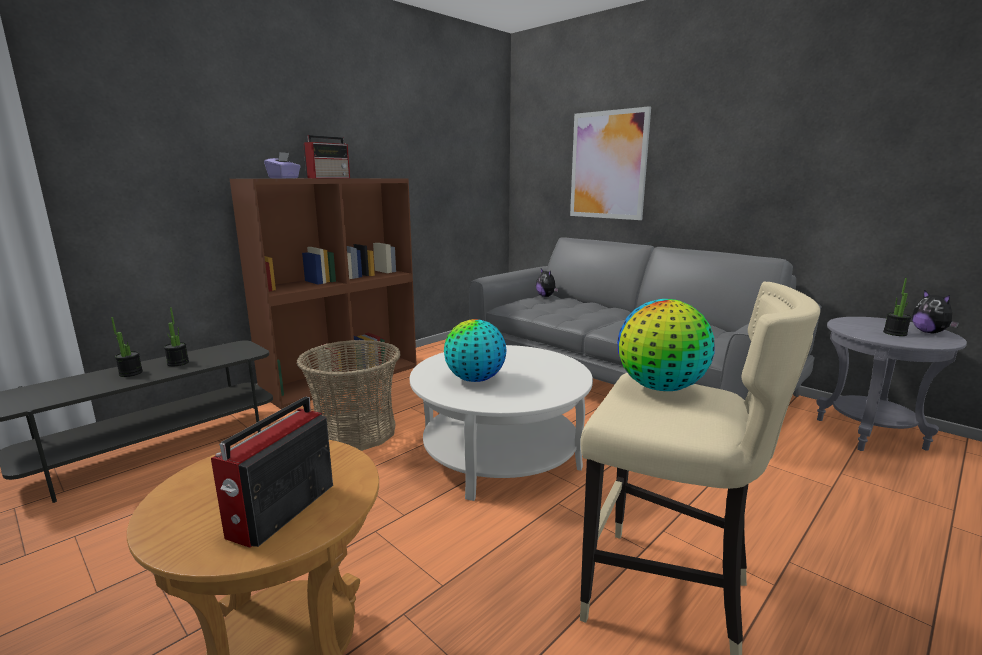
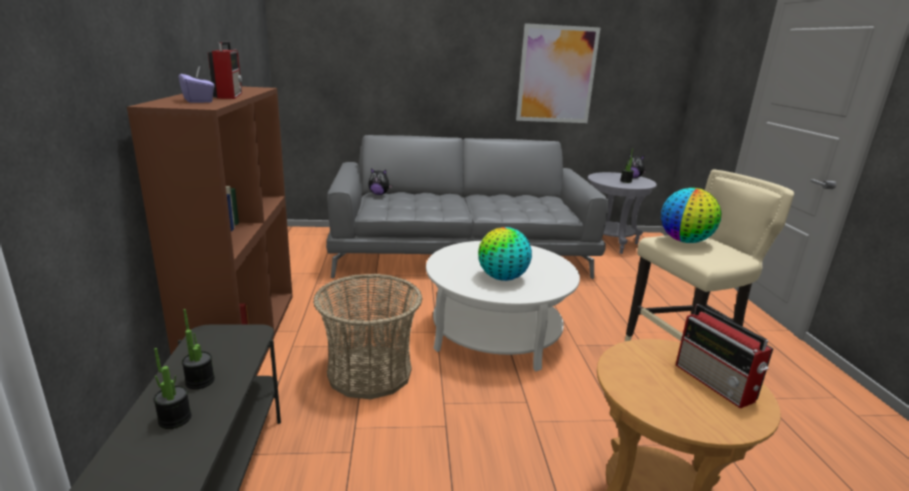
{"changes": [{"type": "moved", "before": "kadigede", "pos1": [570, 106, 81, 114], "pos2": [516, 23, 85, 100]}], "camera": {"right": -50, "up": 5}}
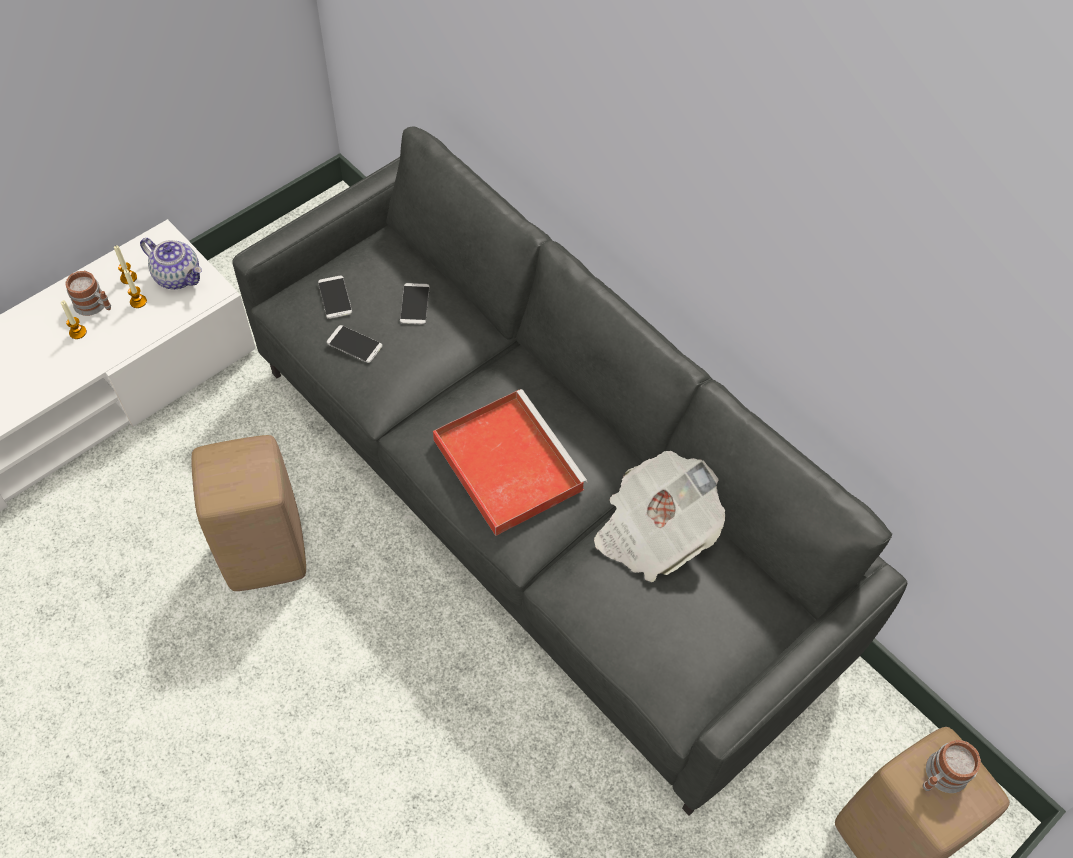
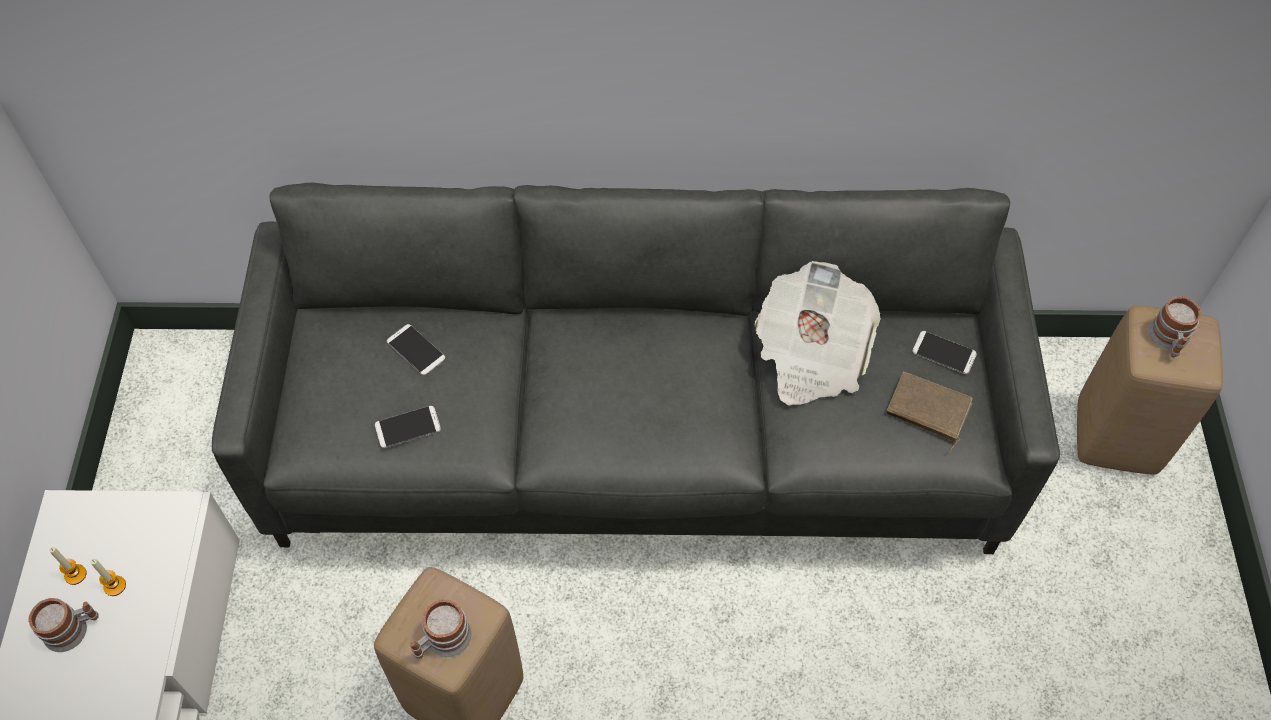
{"changes": [{"type": "removed", "before": "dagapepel", "pos1": [61, 300, 26, 39]}, {"type": "removed", "before": "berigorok", "pos1": [140, 238, 62, 51]}, {"type": "moved", "before": "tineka", "pos1": [318, 276, 34, 43], "pos2": [912, 331, 65, 43]}, {"type": "removed", "before": "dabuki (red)", "pos1": [433, 389, 155, 147]}, {"type": "added", "after": "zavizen", "pos2": [409, 599, 63, 59]}, {"type": "added", "after": "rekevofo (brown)", "pos2": [886, 372, 87, 80]}], "camera": {"right": -45, "up": 0}}
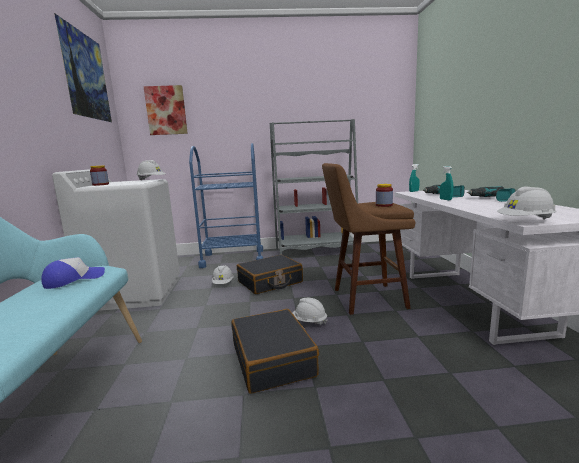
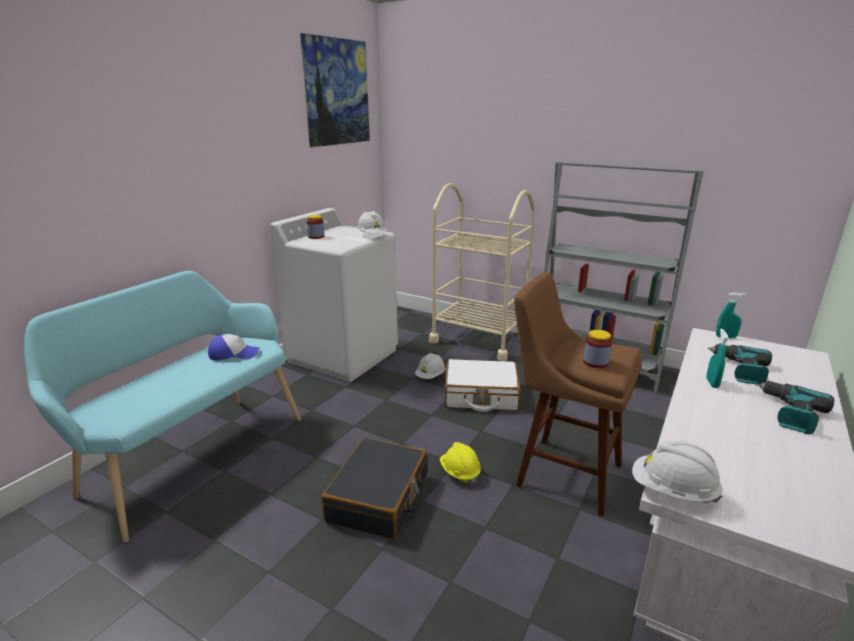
{"changes": [{"type": "removed", "before": "kadigede", "pos1": [143, 85, 45, 50]}, {"type": "recoloured", "before": "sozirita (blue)", "after": "sozirita (beige)", "pos1": [189, 143, 74, 125], "pos2": [429, 183, 106, 178]}, {"type": "recoloured", "before": "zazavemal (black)", "after": "zazavemal (white)", "pos1": [237, 255, 66, 39], "pos2": [445, 359, 76, 53]}, {"type": "recoloured", "before": "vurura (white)", "after": "vurura (yellow)", "pos1": [293, 298, 35, 26], "pos2": [440, 442, 41, 43]}], "camera": {"right": 35, "up": 10}}
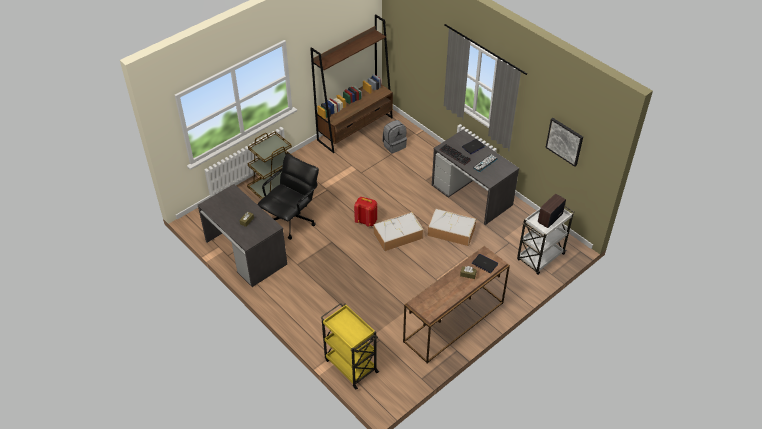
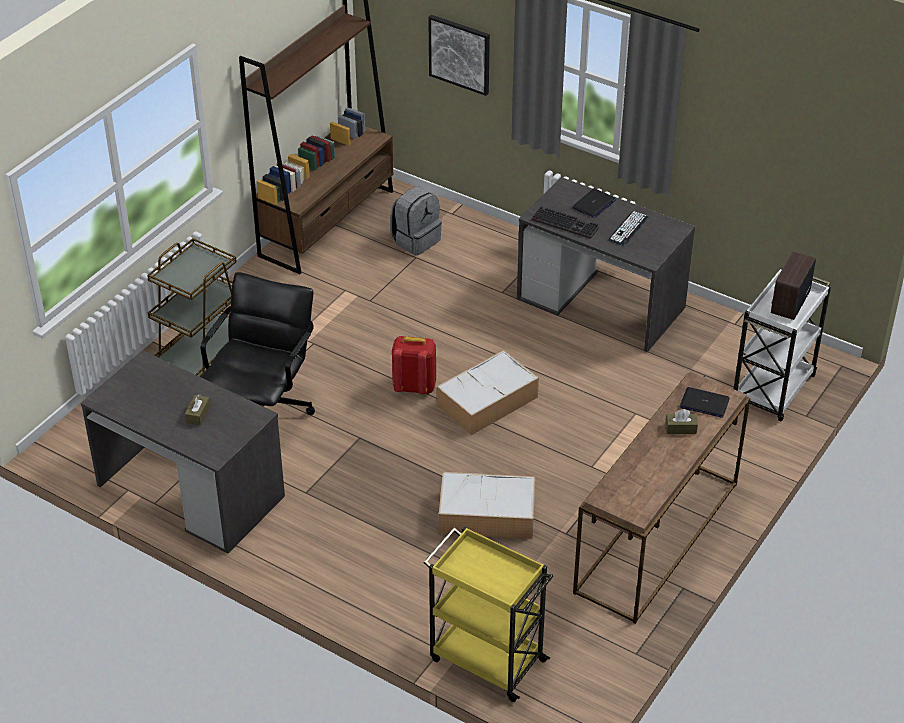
{"changes": [{"type": "moved", "before": "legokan", "pos1": [428, 209, 48, 37], "pos2": [439, 472, 96, 67]}, {"type": "moved", "before": "kadigede", "pos1": [545, 118, 38, 49], "pos2": [428, 15, 62, 81]}], "camera": {"right": -15, "up": -5}}
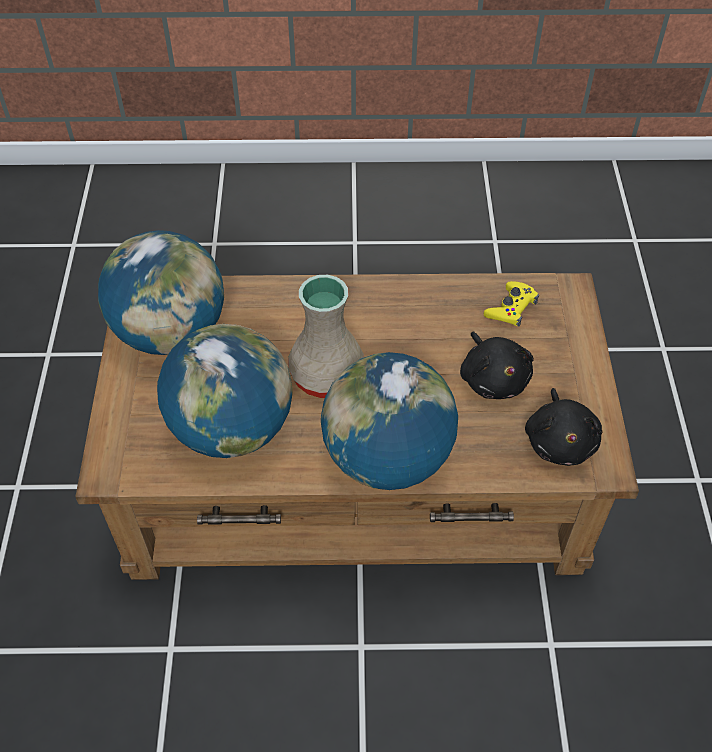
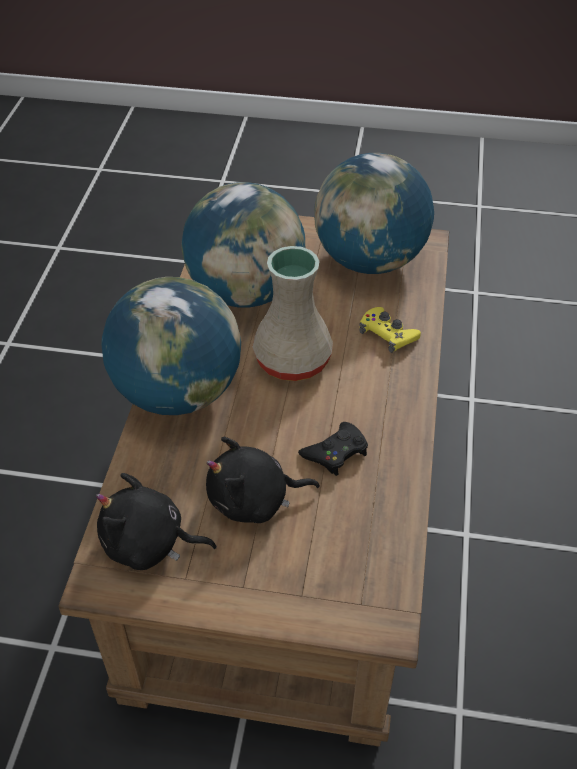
{"changes": [{"type": "moved", "before": "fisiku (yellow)", "pos1": [484, 281, 55, 46], "pos2": [359, 307, 62, 46]}, {"type": "added", "after": "fisiku (black)", "pos2": [298, 422, 70, 54]}], "camera": {"right": 100, "up": -5}}
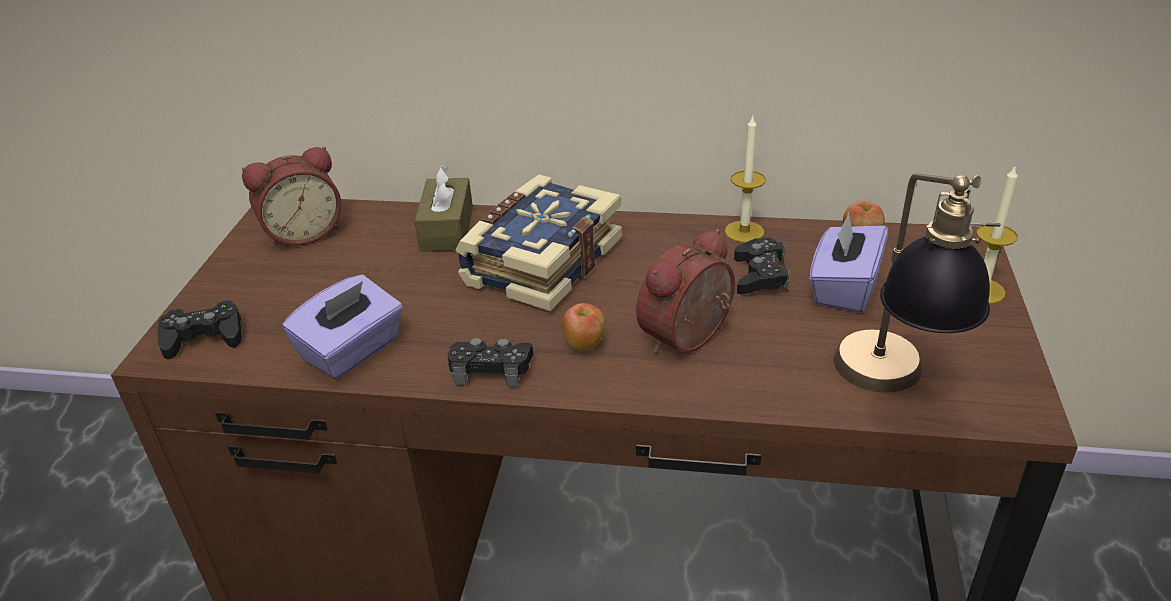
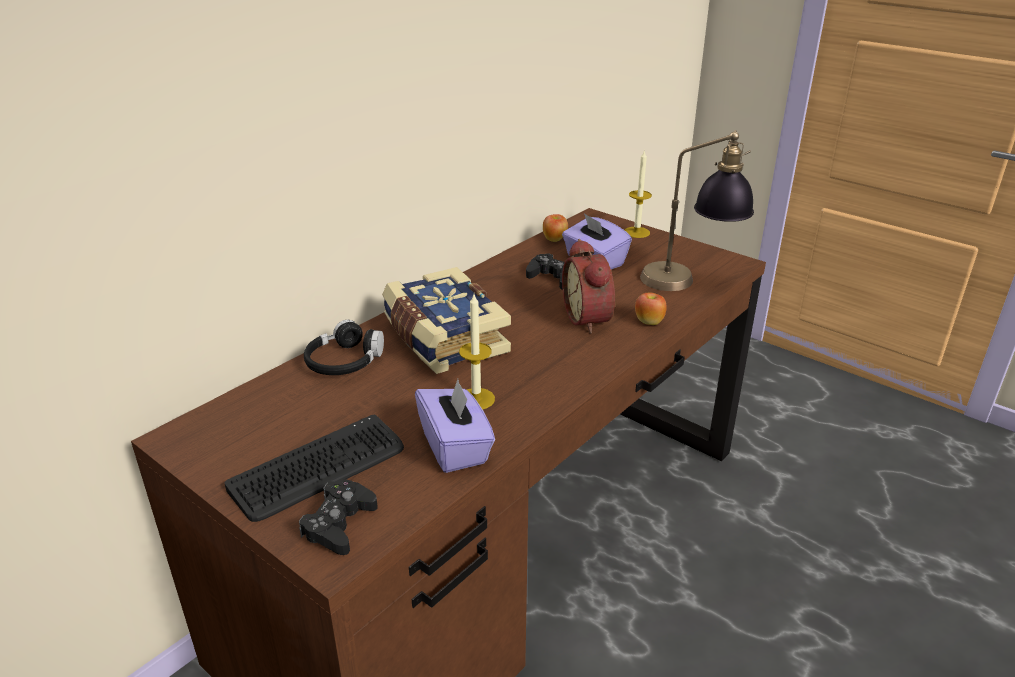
{"changes": [{"type": "removed", "before": "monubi", "pos1": [242, 146, 99, 101]}, {"type": "replaced", "before": "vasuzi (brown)", "after": "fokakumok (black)", "pos1": [414, 165, 59, 87], "pos2": [304, 320, 80, 55]}, {"type": "removed", "before": "fisiku (black)", "pos1": [448, 338, 85, 49]}, {"type": "moved", "before": "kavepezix", "pos1": [561, 303, 44, 48], "pos2": [635, 293, 32, 32]}, {"type": "moved", "before": "dagapepel", "pos1": [725, 116, 41, 127], "pos2": [459, 294, 36, 115]}, {"type": "added", "after": "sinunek", "pos2": [225, 415, 179, 107]}], "camera": {"right": -60, "up": -5}}
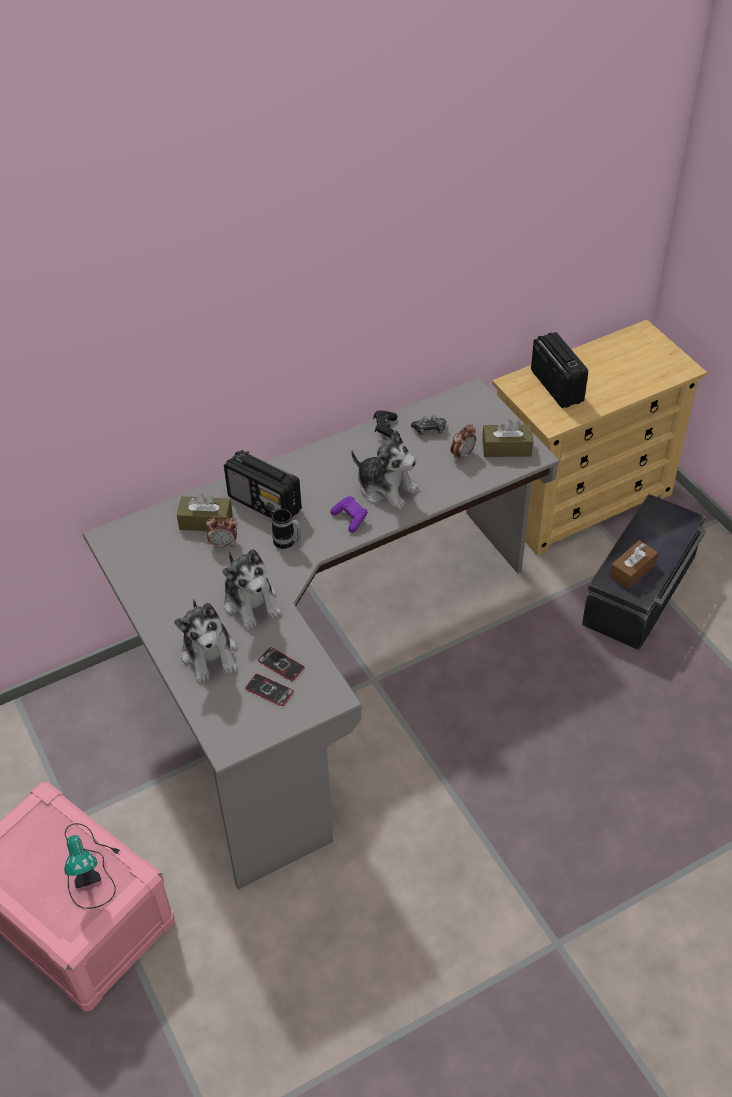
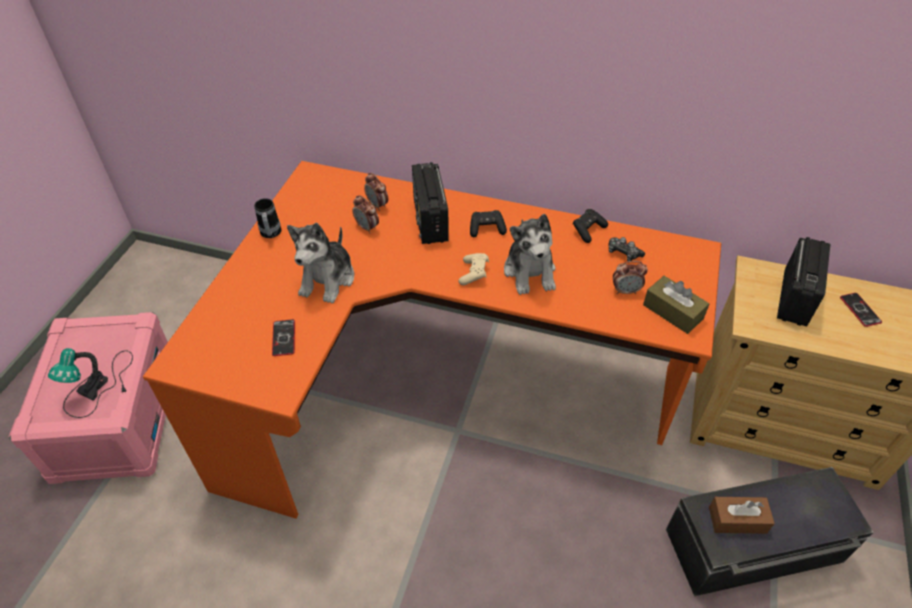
{"changes": [{"type": "recoloured", "before": "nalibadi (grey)", "after": "nalibadi (orange)", "pos1": [83, 378, 477, 512], "pos2": [143, 161, 578, 357]}, {"type": "removed", "before": "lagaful", "pos1": [174, 599, 63, 84]}, {"type": "replaced", "before": "vasuzi (brown)", "after": "monubi", "pos1": [177, 493, 56, 38], "pos2": [364, 173, 24, 38]}, {"type": "moved", "before": "tineka", "pos1": [245, 674, 49, 32], "pos2": [840, 293, 42, 34]}, {"type": "moved", "before": "zavizen", "pos1": [272, 509, 29, 40], "pos2": [254, 198, 28, 40]}, {"type": "recoloured", "before": "fisiku (purple)", "after": "fisiku (beige)", "pos1": [330, 496, 38, 37], "pos2": [458, 253, 31, 32]}, {"type": "added", "after": "fisiku (black)", "pos2": [470, 210, 37, 27]}], "camera": {"right": 45, "up": 0}}
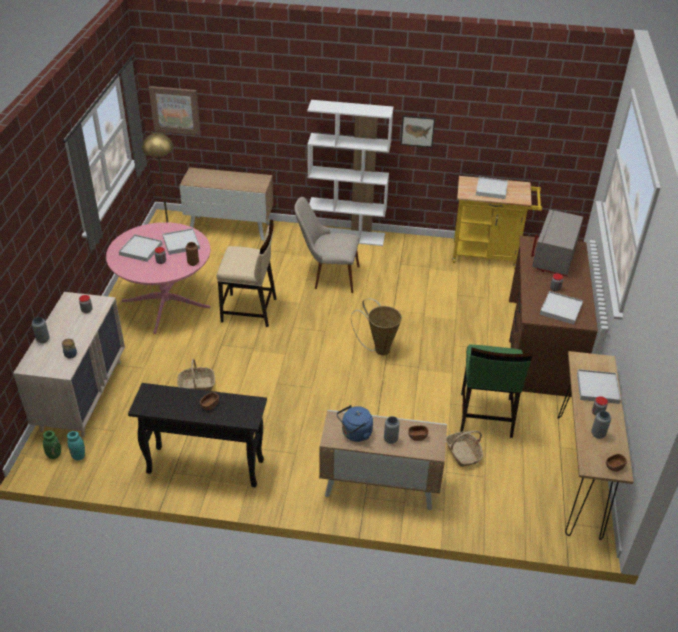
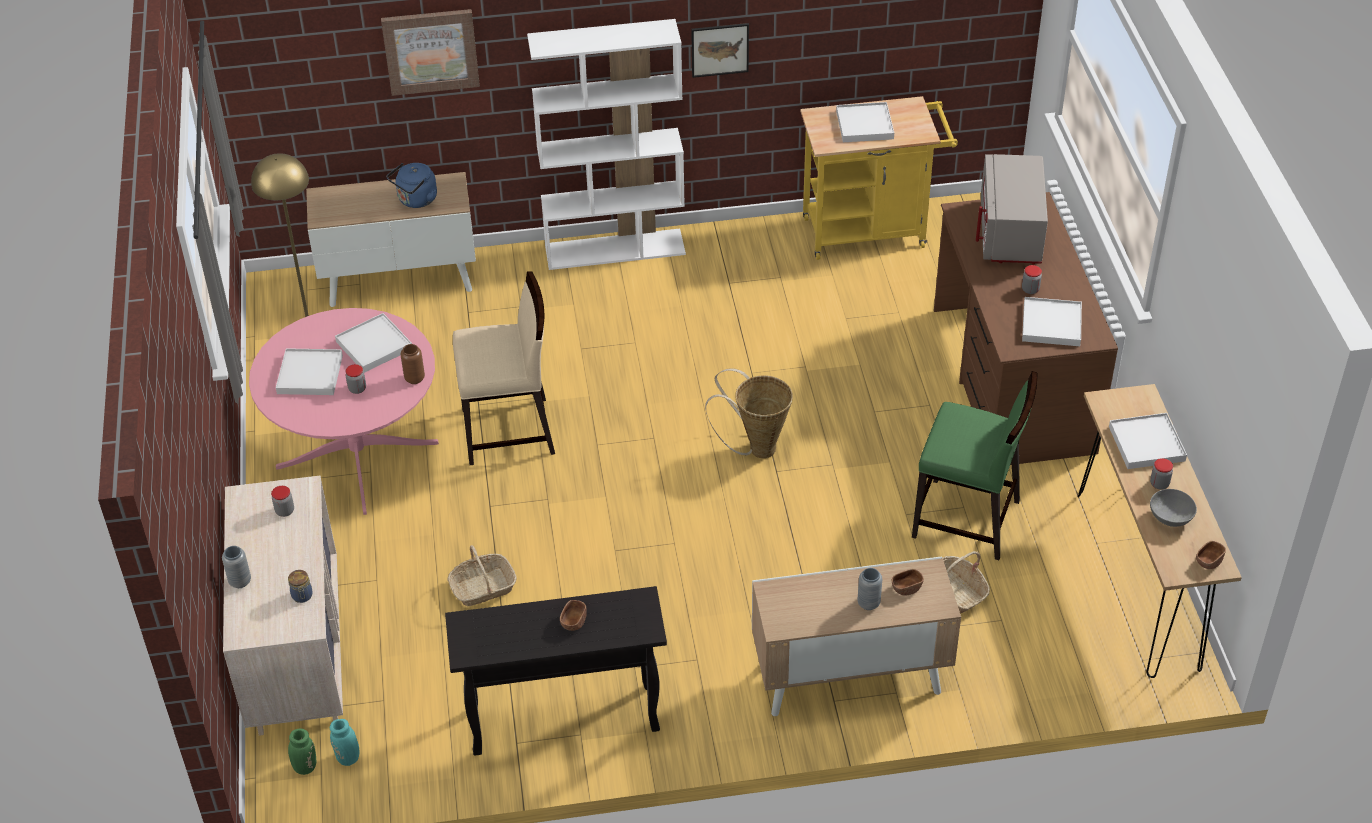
{"changes": [{"type": "moved", "before": "kadigede", "pos1": [149, 86, 52, 49], "pos2": [381, 9, 99, 87]}, {"type": "removed", "before": "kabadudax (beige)", "pos1": [294, 197, 65, 96]}, {"type": "moved", "before": "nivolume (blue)", "pos1": [337, 405, 36, 37], "pos2": [387, 163, 50, 45]}, {"type": "turned", "before": "kabadudax (green)", "pos1": [460, 345, 72, 93], "pos2": [912, 371, 126, 189], "turn": -60}, {"type": "replaced", "before": "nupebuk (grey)", "after": "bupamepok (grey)", "pos1": [591, 411, 20, 28], "pos2": [1150, 489, 47, 38]}], "camera": {"right": -15, "up": 5}}
